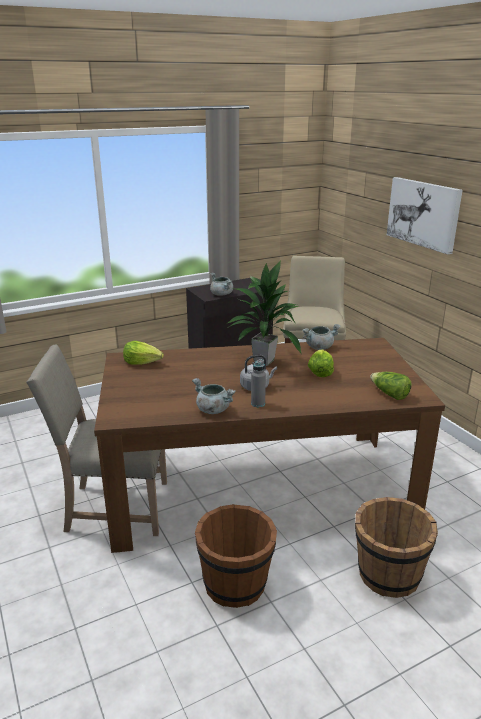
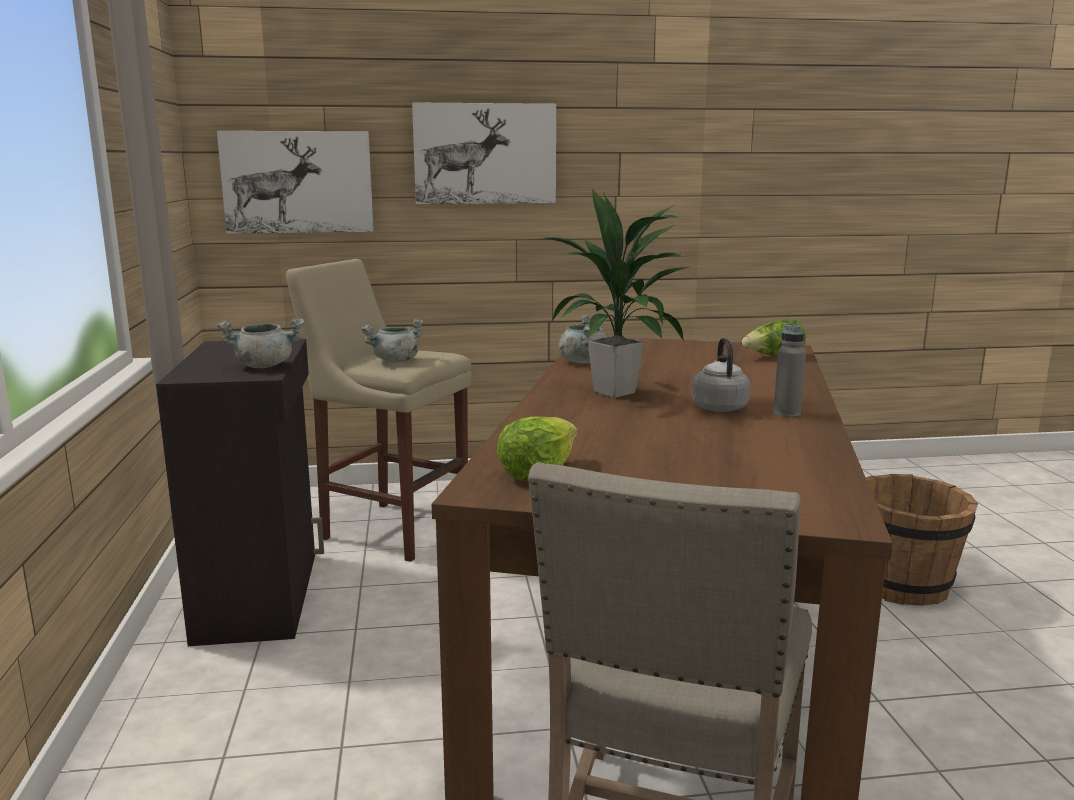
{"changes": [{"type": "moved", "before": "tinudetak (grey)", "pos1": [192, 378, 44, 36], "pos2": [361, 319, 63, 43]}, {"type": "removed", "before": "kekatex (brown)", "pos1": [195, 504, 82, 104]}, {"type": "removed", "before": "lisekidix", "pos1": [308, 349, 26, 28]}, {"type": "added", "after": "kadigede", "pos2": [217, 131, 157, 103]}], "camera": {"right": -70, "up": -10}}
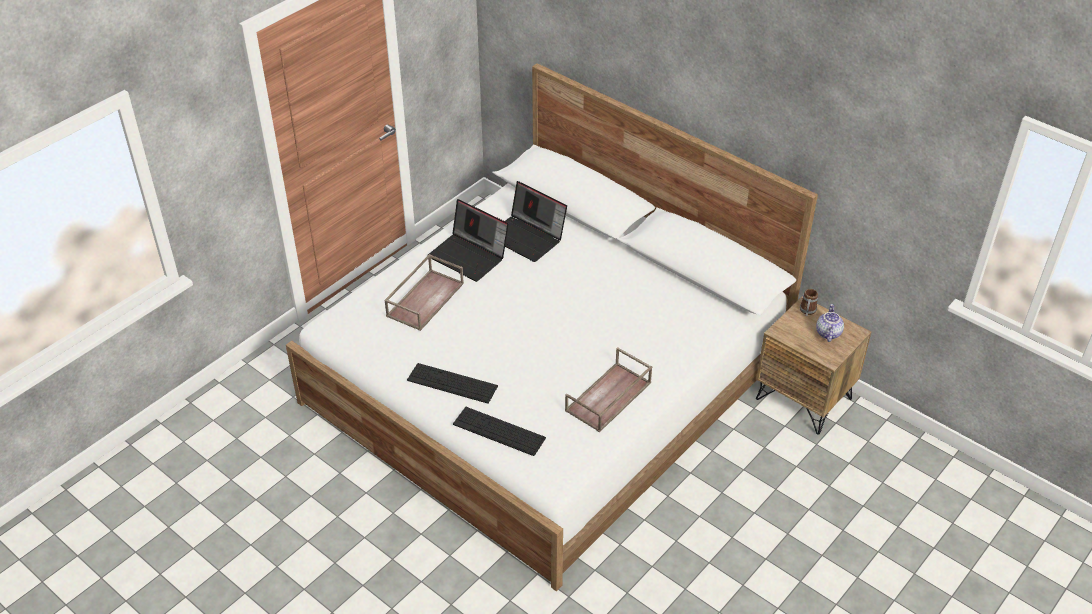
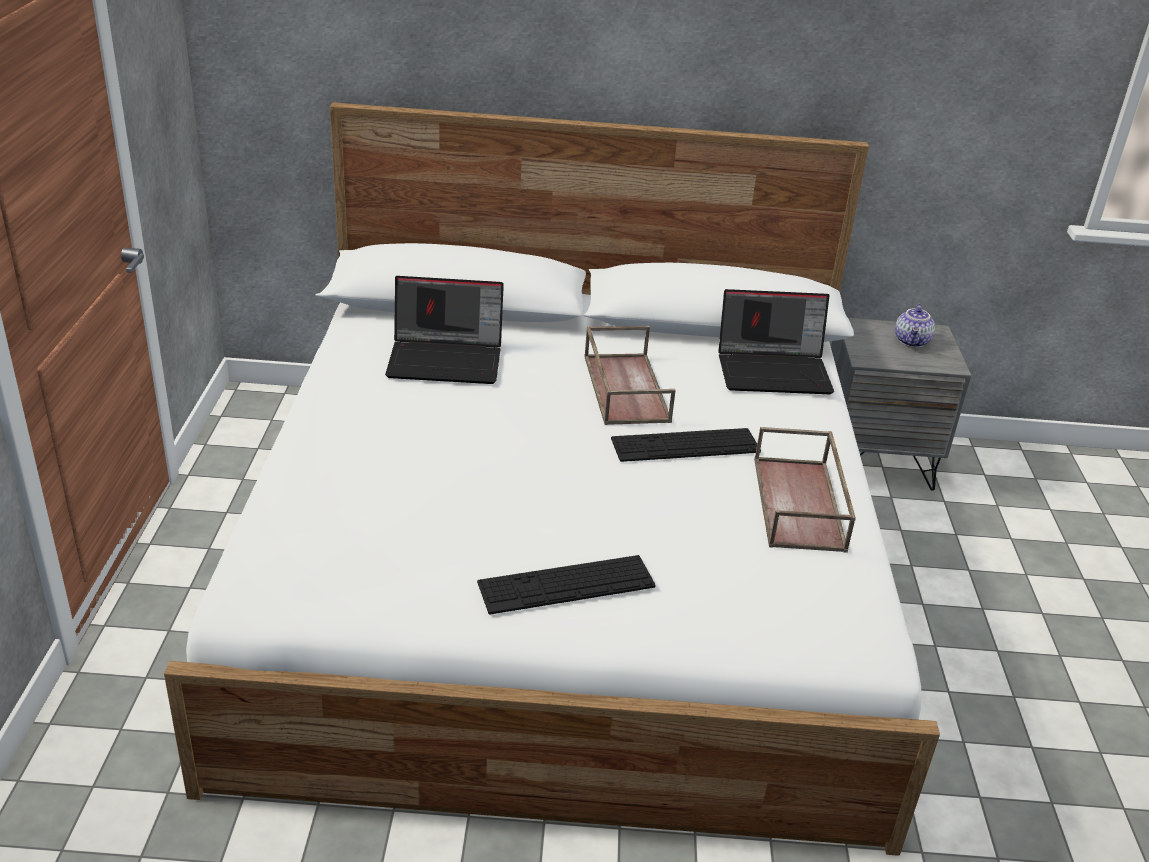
{"changes": [{"type": "moved", "before": "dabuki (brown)", "pos1": [384, 254, 80, 77], "pos2": [584, 326, 92, 99]}, {"type": "moved", "before": "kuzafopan", "pos1": [427, 199, 82, 83], "pos2": [718, 289, 116, 105]}, {"type": "moved", "before": "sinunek", "pos1": [453, 407, 93, 49], "pos2": [611, 428, 150, 34]}, {"type": "recoloured", "before": "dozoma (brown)", "after": "dozoma (grey)", "pos1": [756, 296, 115, 139], "pos2": [831, 318, 140, 173]}, {"type": "removed", "before": "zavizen", "pos1": [800, 289, 18, 27]}, {"type": "turned", "before": "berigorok", "pos1": [816, 304, 28, 38], "pos2": [895, 304, 40, 44], "turn": -135}], "camera": {"right": -40, "up": -10}}
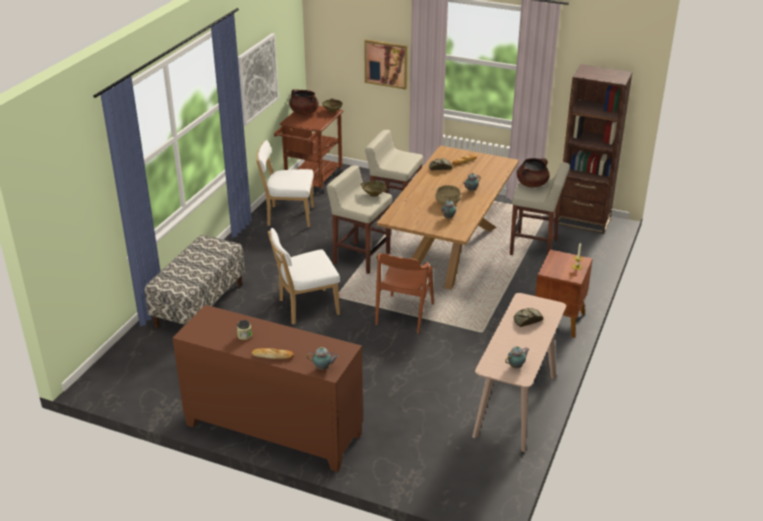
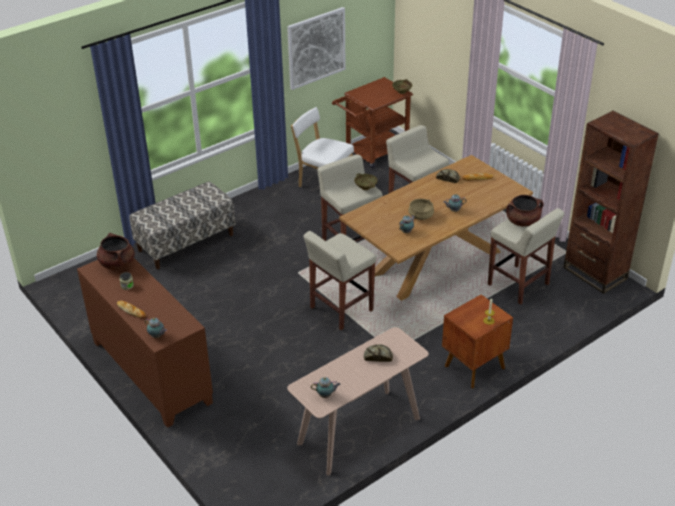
{"changes": [{"type": "removed", "before": "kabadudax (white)", "pos1": [268, 228, 72, 97]}, {"type": "moved", "before": "tinudetak (brown)", "pos1": [289, 89, 30, 26], "pos2": [97, 233, 38, 37]}, {"type": "removed", "before": "kadigede", "pos1": [364, 39, 44, 50]}, {"type": "replaced", "before": "kabadudax (brown)", "after": "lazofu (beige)", "pos1": [375, 253, 59, 80], "pos2": [304, 231, 72, 99]}], "camera": {"right": 30, "up": 5}}
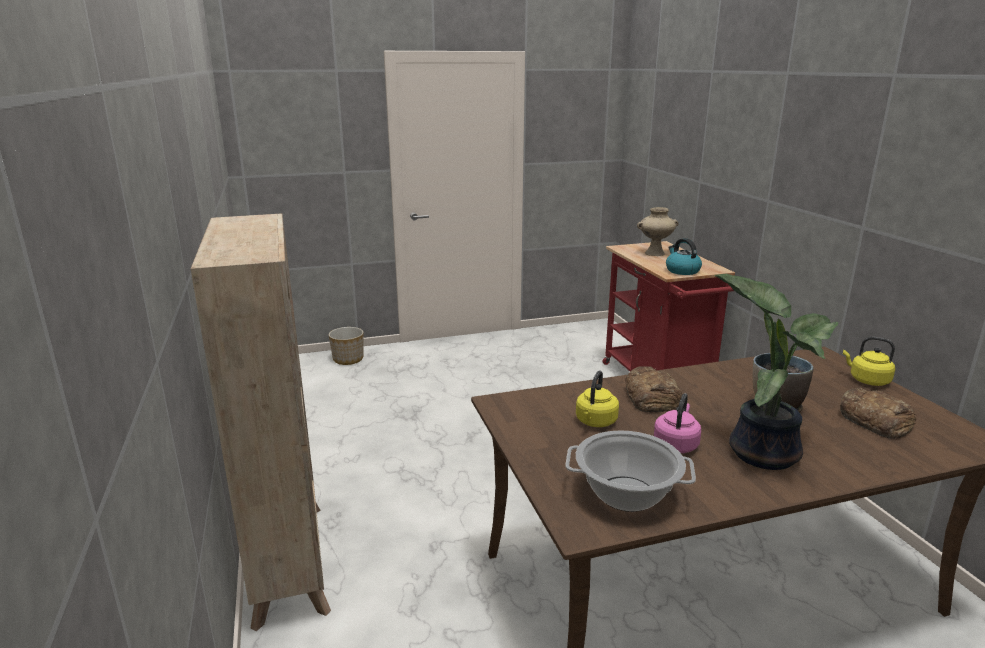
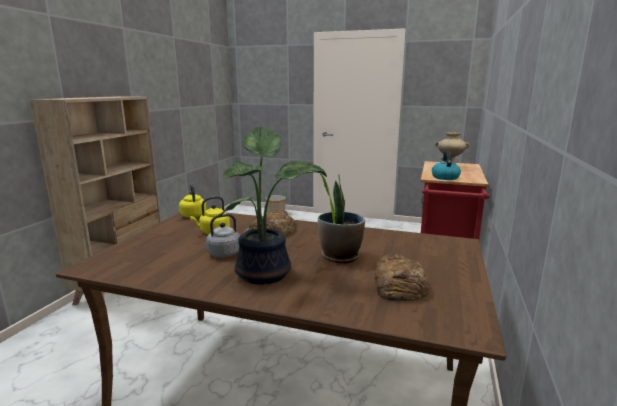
{"changes": [{"type": "removed", "before": "tinudetak", "pos1": [565, 430, 131, 82]}, {"type": "recoloured", "before": "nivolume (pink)", "after": "nivolume (grey)", "pos1": [654, 393, 47, 60], "pos2": [206, 214, 44, 43]}, {"type": "moved", "before": "nivolume (yellow)", "pos1": [843, 337, 52, 49], "pos2": [179, 184, 27, 34]}], "camera": {"right": 35, "up": -5}}
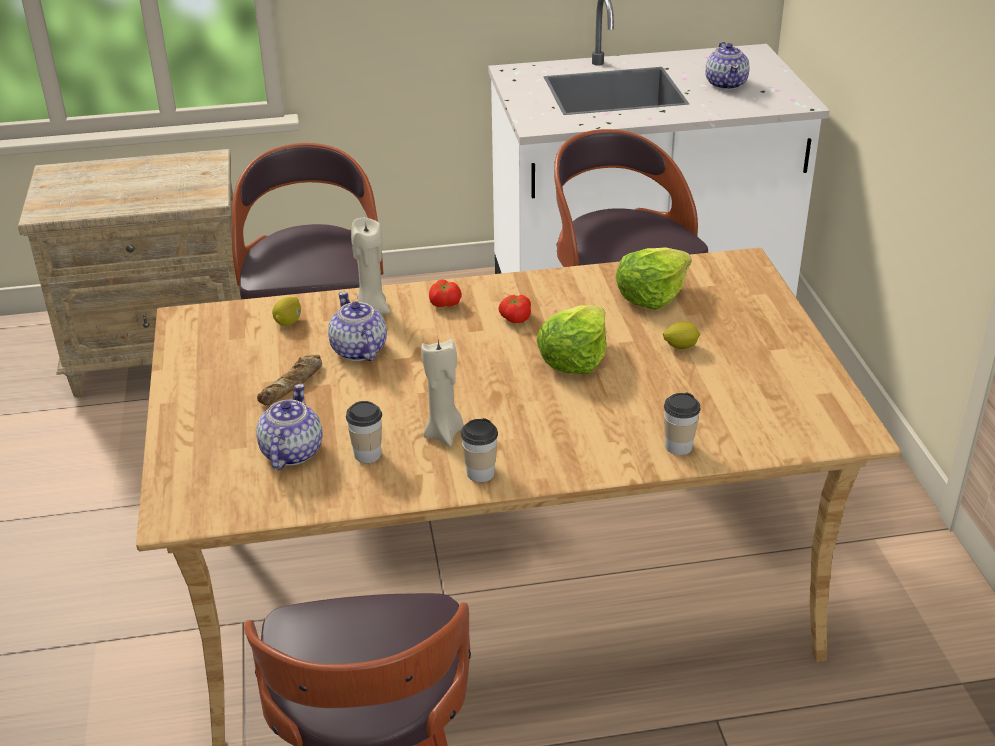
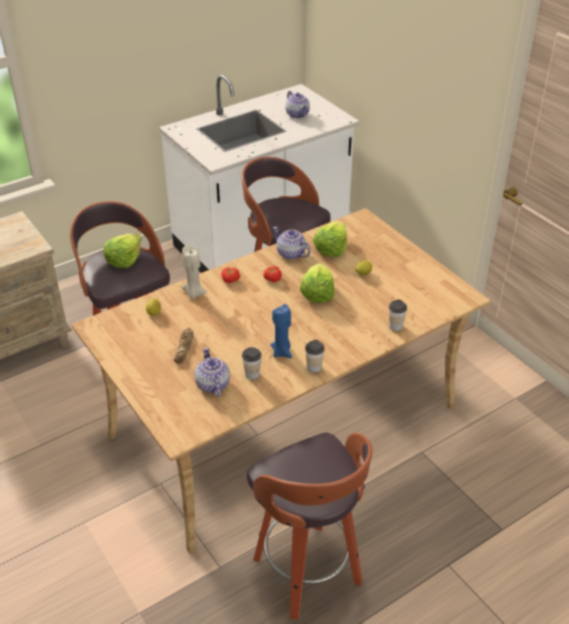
{"changes": [{"type": "moved", "before": "berigorok", "pos1": [328, 292, 59, 69], "pos2": [273, 227, 38, 33]}, {"type": "recoloured", "before": "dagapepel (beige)", "after": "dagapepel (blue)", "pos1": [421, 339, 43, 108], "pos2": [270, 304, 22, 54]}, {"type": "added", "after": "lisekidix", "pos2": [103, 234, 39, 34]}], "camera": {"right": -25, "up": 5}}
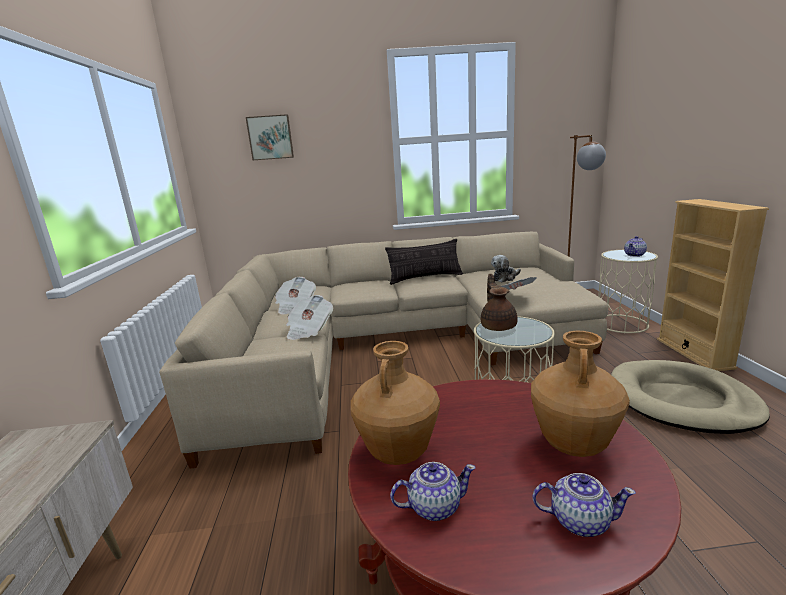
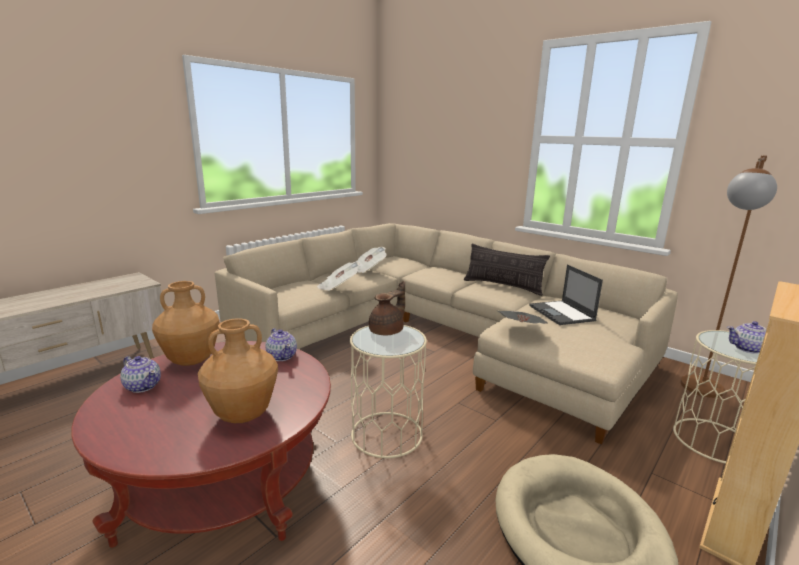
{"changes": [{"type": "removed", "before": "kadigede", "pos1": [246, 114, 48, 46]}, {"type": "replaced", "before": "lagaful", "after": "kuzafopan", "pos1": [491, 255, 30, 27], "pos2": [529, 265, 74, 60]}, {"type": "moved", "before": "berigorok", "pos1": [533, 473, 103, 64], "pos2": [265, 328, 32, 33]}], "camera": {"right": 45, "up": 0}}
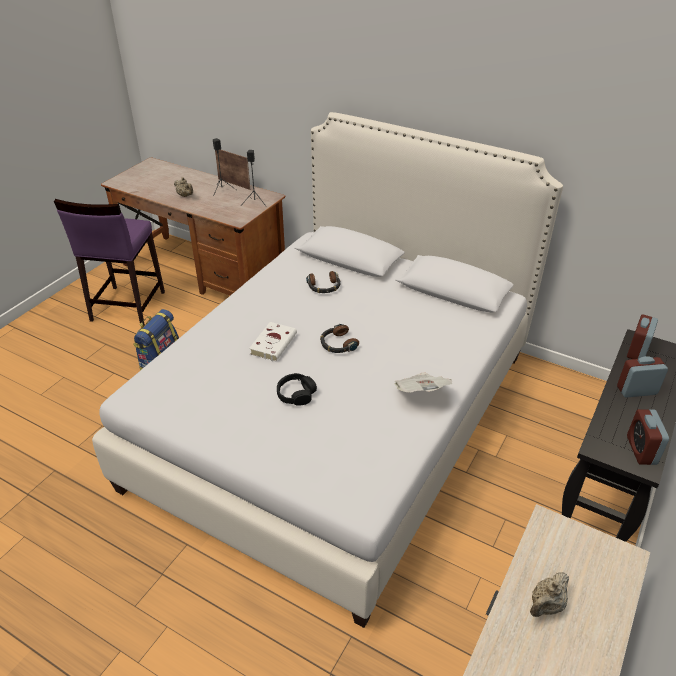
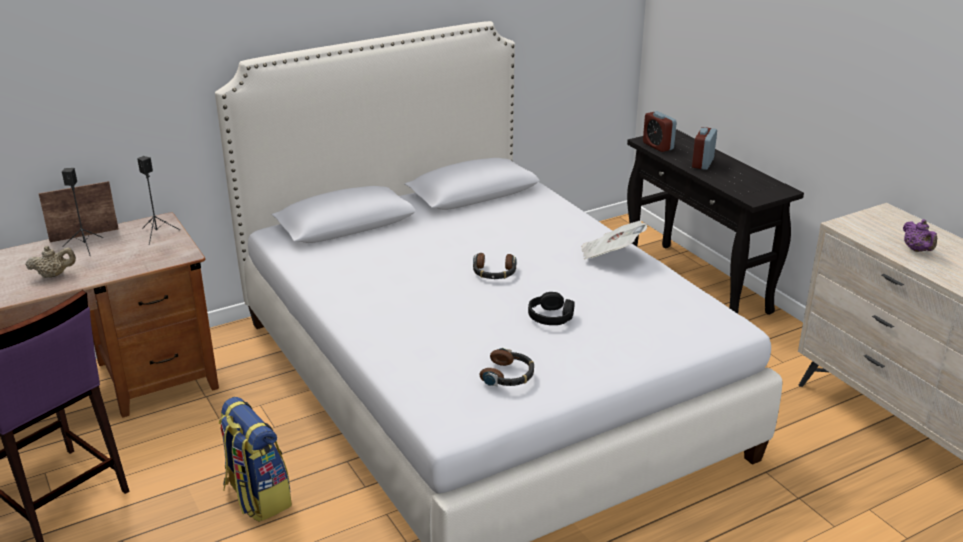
{"changes": [{"type": "removed", "before": "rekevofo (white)", "pos1": [249, 322, 48, 39]}, {"type": "moved", "before": "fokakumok", "pos1": [306, 271, 34, 22], "pos2": [480, 348, 54, 39]}, {"type": "recoloured", "before": "berigorok (beige)", "after": "berigorok (purple)", "pos1": [530, 572, 39, 45], "pos2": [903, 219, 34, 33]}, {"type": "removed", "before": "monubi", "pos1": [627, 409, 42, 56]}], "camera": {"right": -60, "up": -10}}
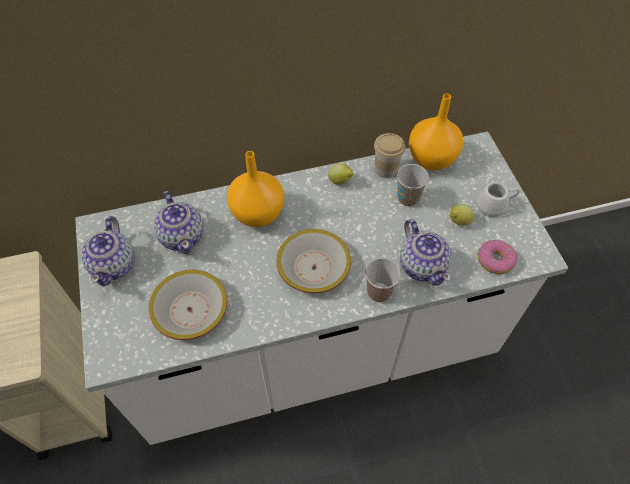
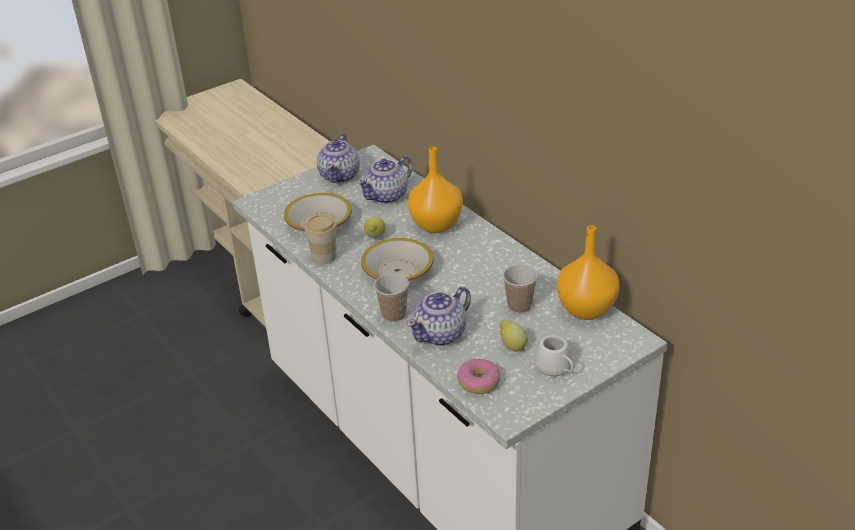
{"changes": [{"type": "turned", "before": "berigorok", "pos1": [81, 216, 54, 70], "pos2": [317, 134, 43, 49], "turn": -60}, {"type": "moved", "before": "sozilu", "pos1": [328, 163, 25, 22], "pos2": [364, 217, 22, 21]}, {"type": "moved", "before": "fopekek", "pos1": [374, 133, 31, 45], "pos2": [304, 215, 33, 49]}], "camera": {"right": 70, "up": -20}}
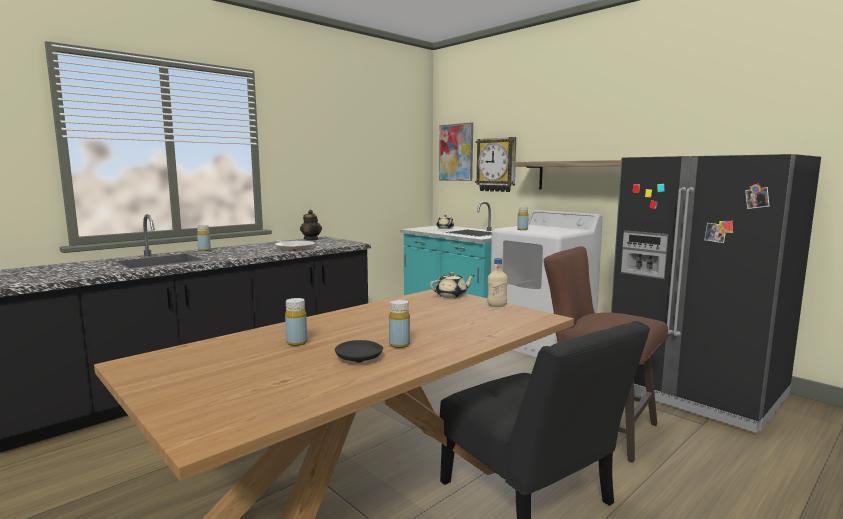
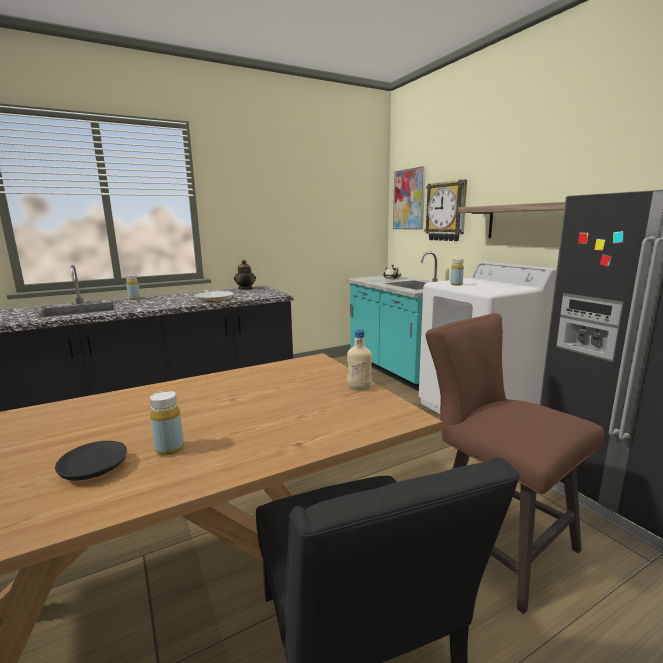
{"changes": [{"type": "removed", "before": "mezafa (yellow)", "pos1": [285, 298, 22, 48]}, {"type": "removed", "before": "berigorok (beige)", "pos1": [430, 272, 45, 26]}], "camera": {"right": 15, "up": 5}}
